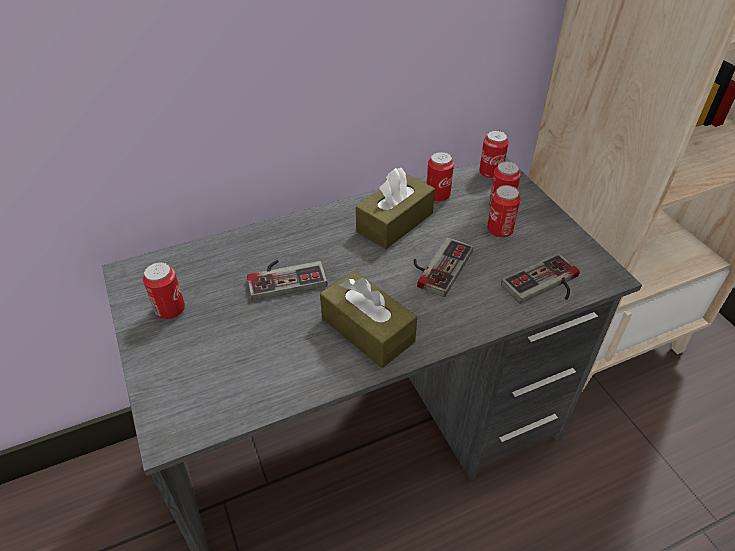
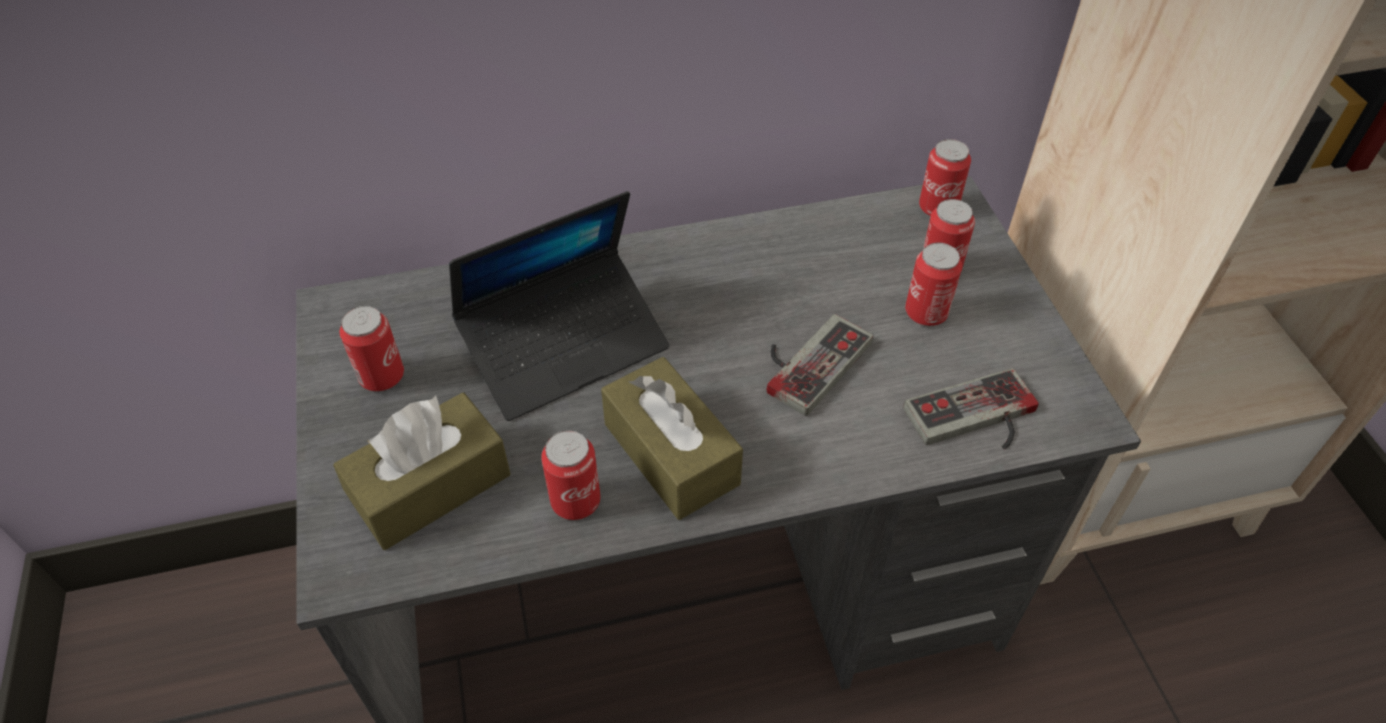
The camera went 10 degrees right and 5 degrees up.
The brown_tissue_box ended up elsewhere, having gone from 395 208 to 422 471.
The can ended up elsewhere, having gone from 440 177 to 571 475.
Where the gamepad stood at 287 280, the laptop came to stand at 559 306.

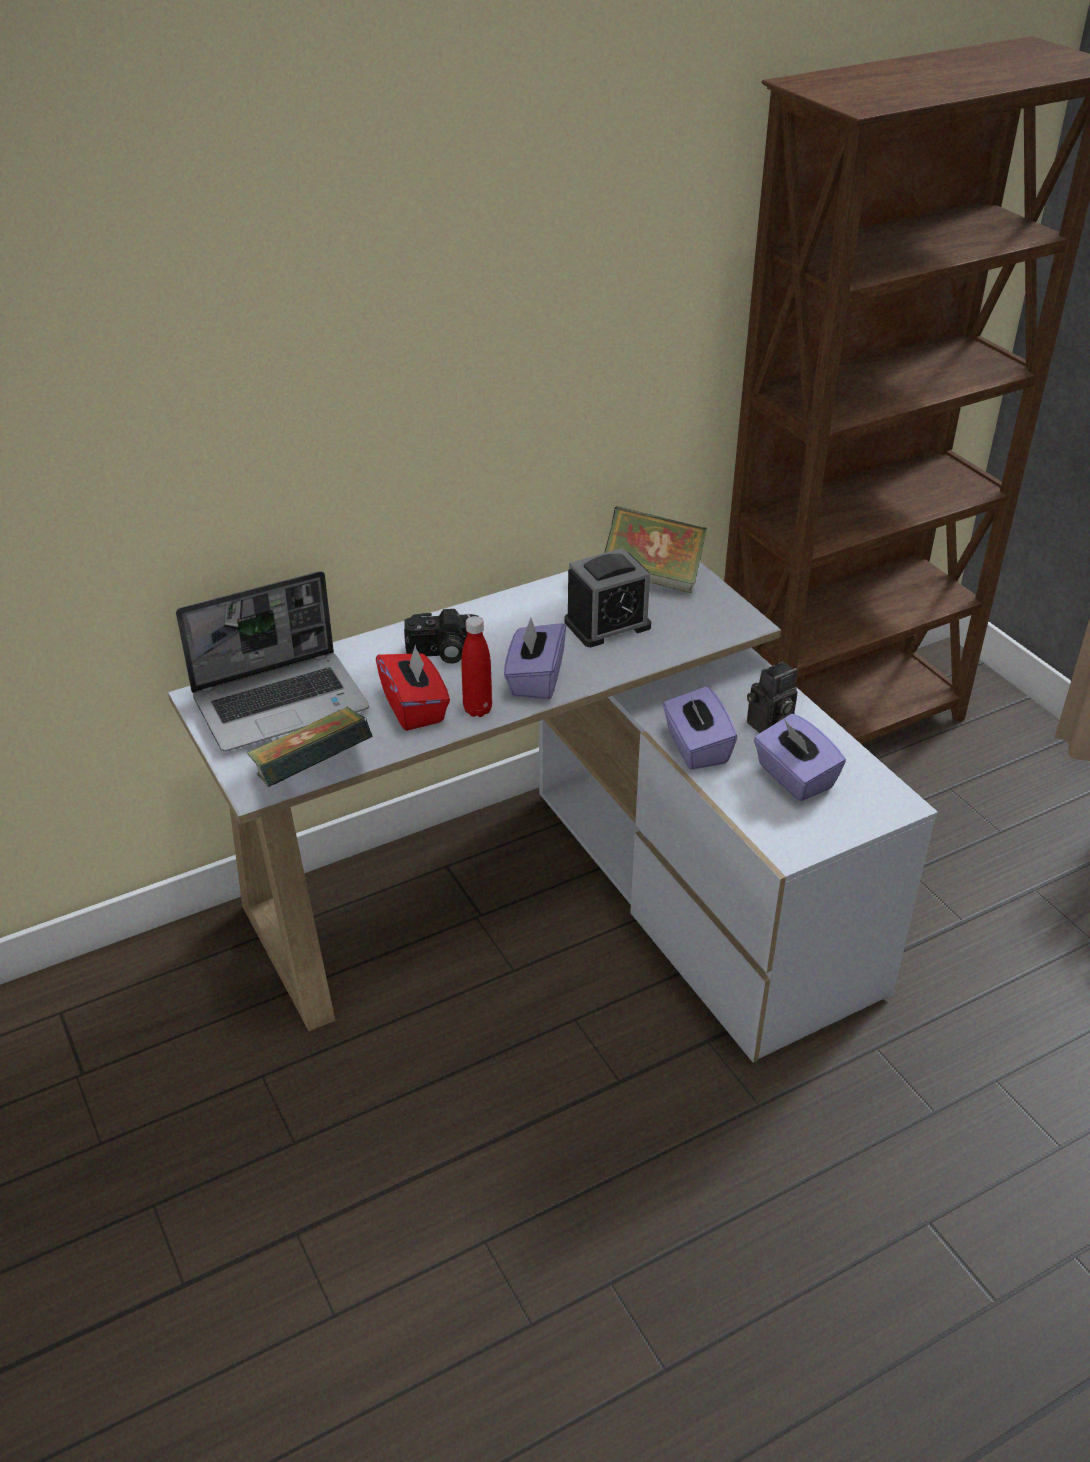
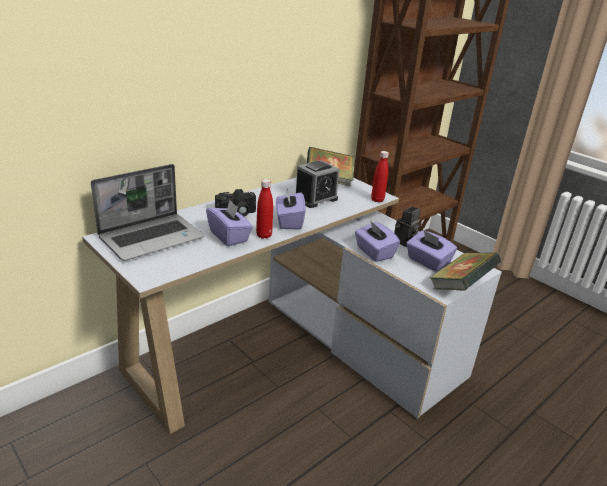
The camera went 15 degrees left and 10 degrees down.
The second view gained the red_beverage_bottle at 380 177.
The volume ended up elsewhere, having gone from 310 747 to 465 272.
What was the red_tissue_box at 413 687 turned into the purplish_tissue_box at 229 223.

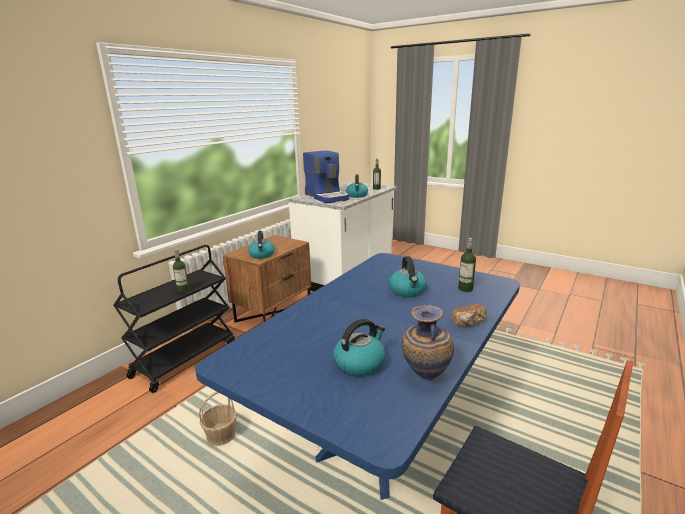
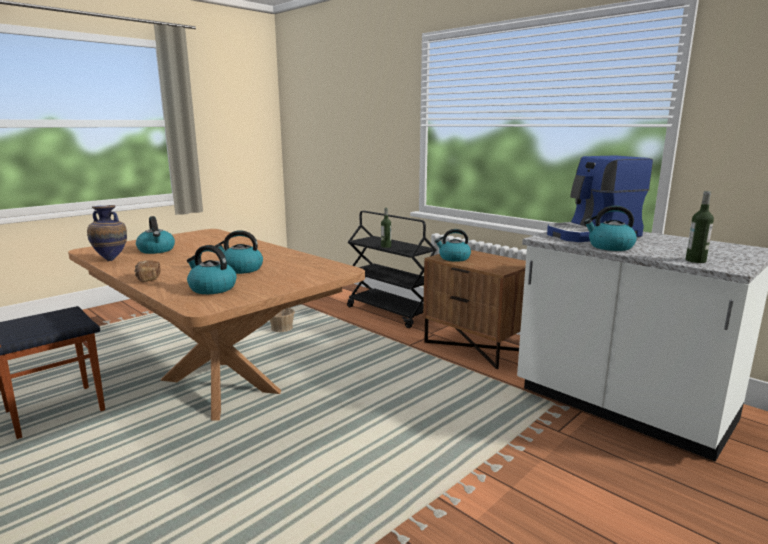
The camera went 100 degrees right and 5 degrees down.
Where the beverage_bottle stood at 467 265, the tea_kettle came to stand at 212 269.
What was the bluish_kitchen_table at 357 376 turned into the brown_kitchen_table at 216 324.

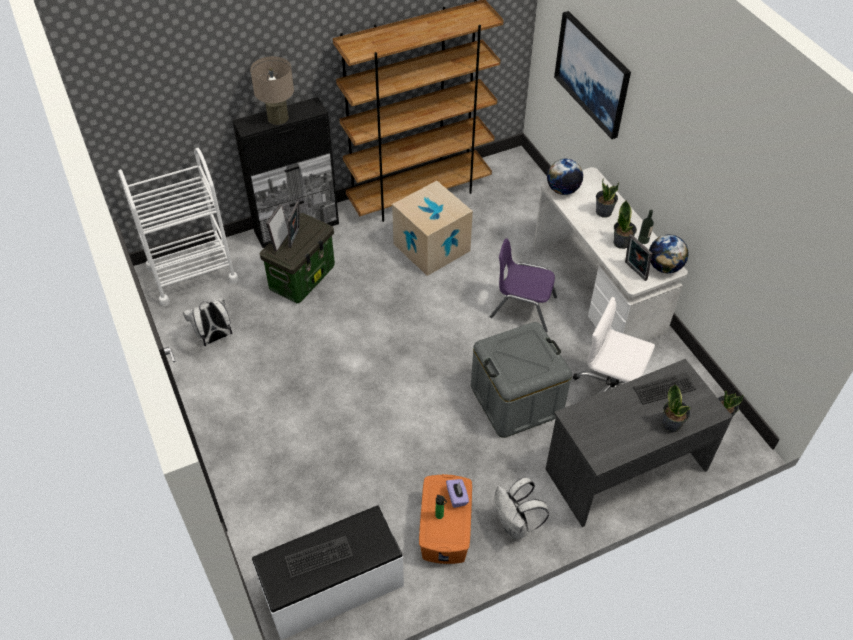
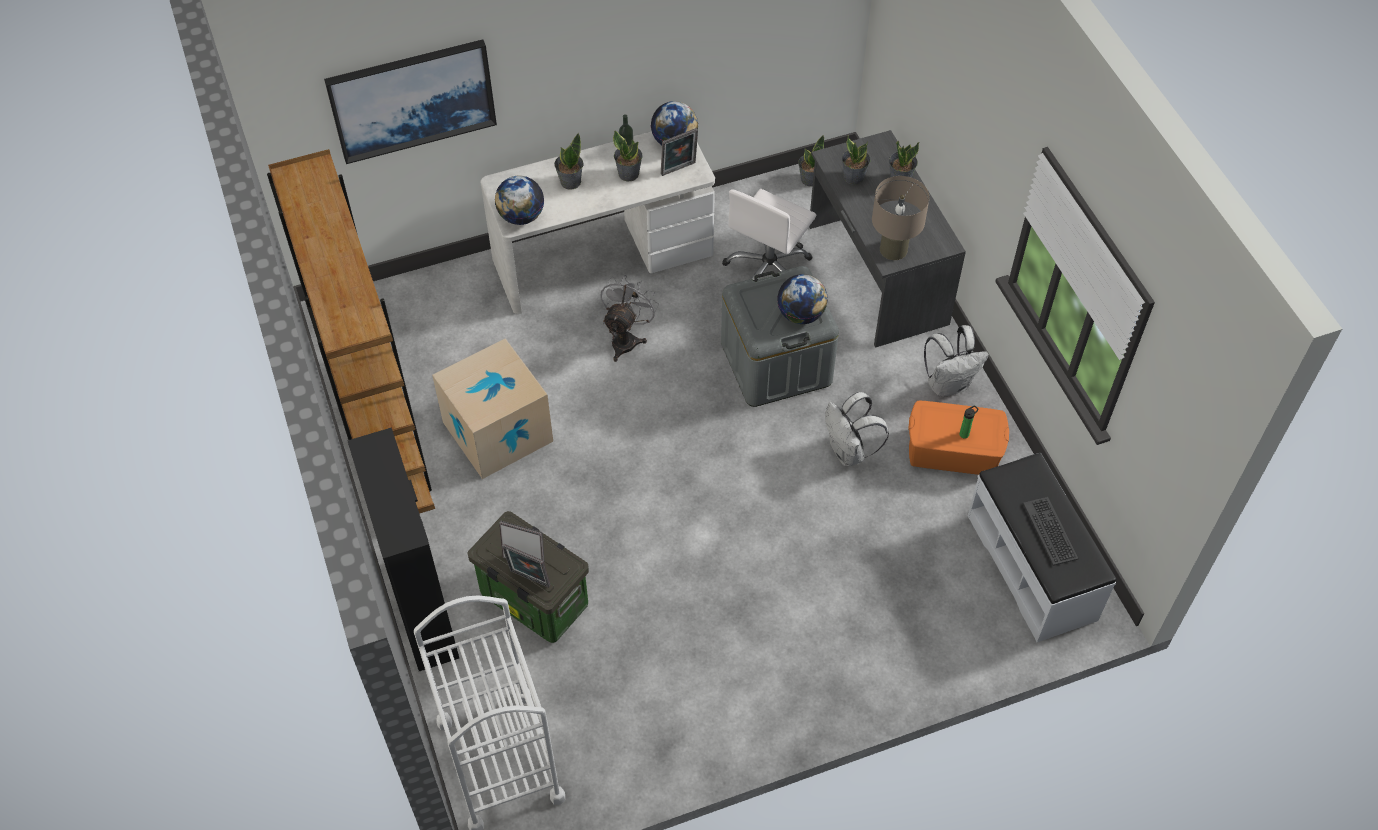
The camera went 85 degrees left and 5 degrees up.
The second view lost the purplish_tissue_box at 457 493.
The second view gained the world_globe at 802 299.
The whitish_backpack ended up elsewhere, having gone from 207 321 to 857 429.
The beige_table_lamp ended up elsewhere, having gone from 272 90 to 901 218.
Where the purplish_upright_chair stood at 523 285, the greyish_cooling_fan came to stand at 629 318.
Where the keyboard stood at 664 388, the plant_in_a_pot came to stand at 856 160.

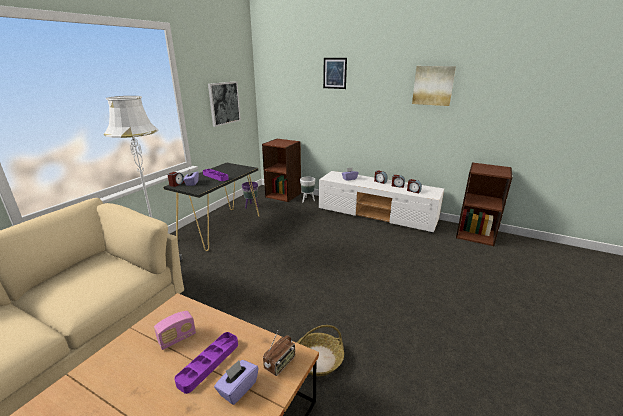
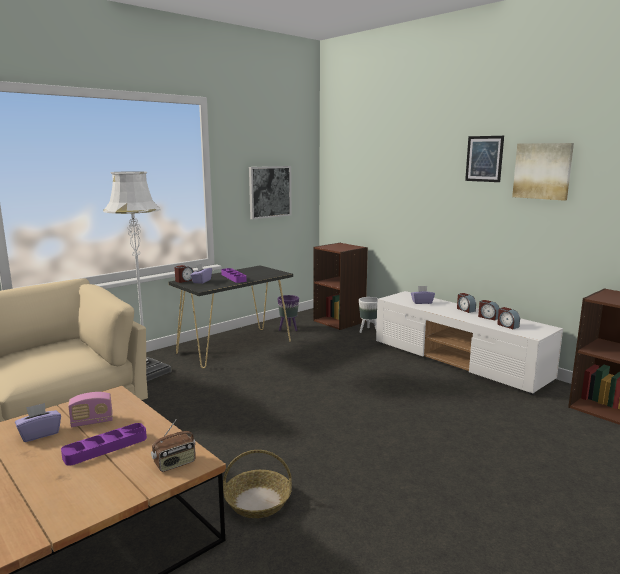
The camera went 20 degrees right and 10 degrees down.
The purplish_tissue_box ended up elsewhere, having gone from 236 382 to 38 422.
The wall_art ended up elsewhere, having gone from 335 73 to 484 159.

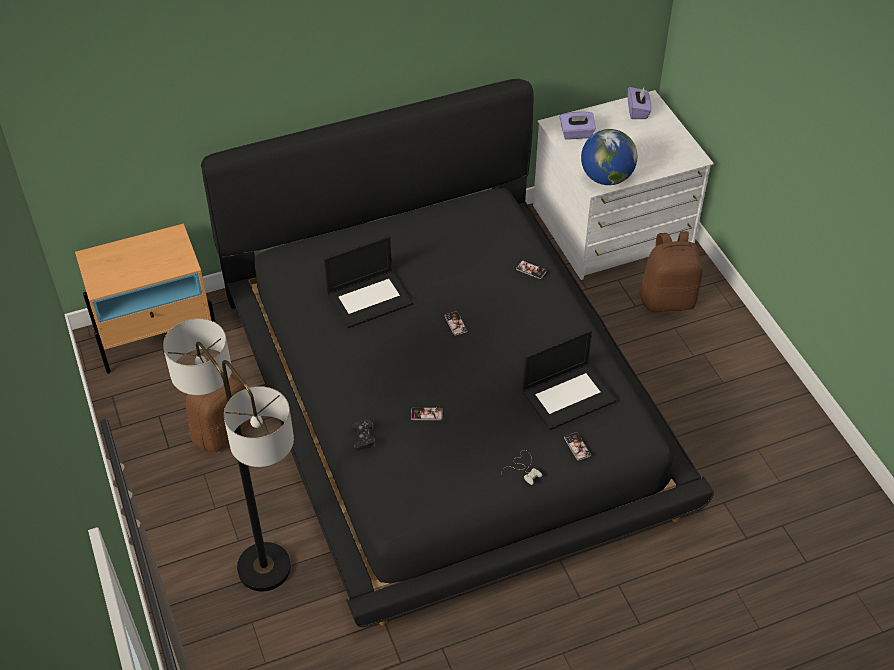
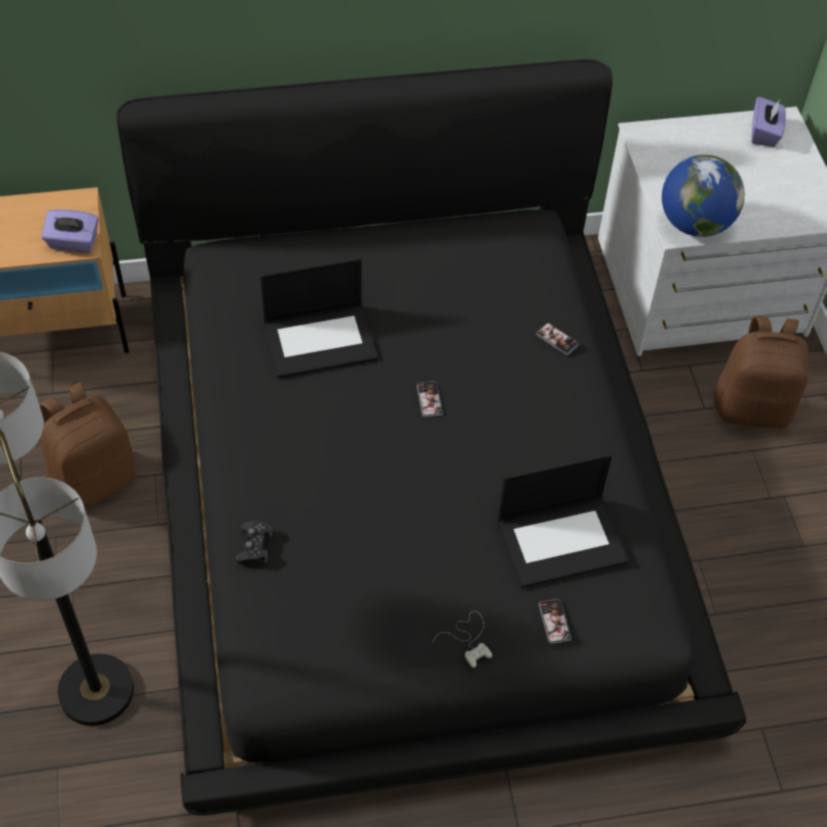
The camera went 10 degrees right and 5 degrees up.
The second view lost the telephone at 427 414.
The purplish_tissue_box ended up elsewhere, having gone from 578 126 to 69 231.

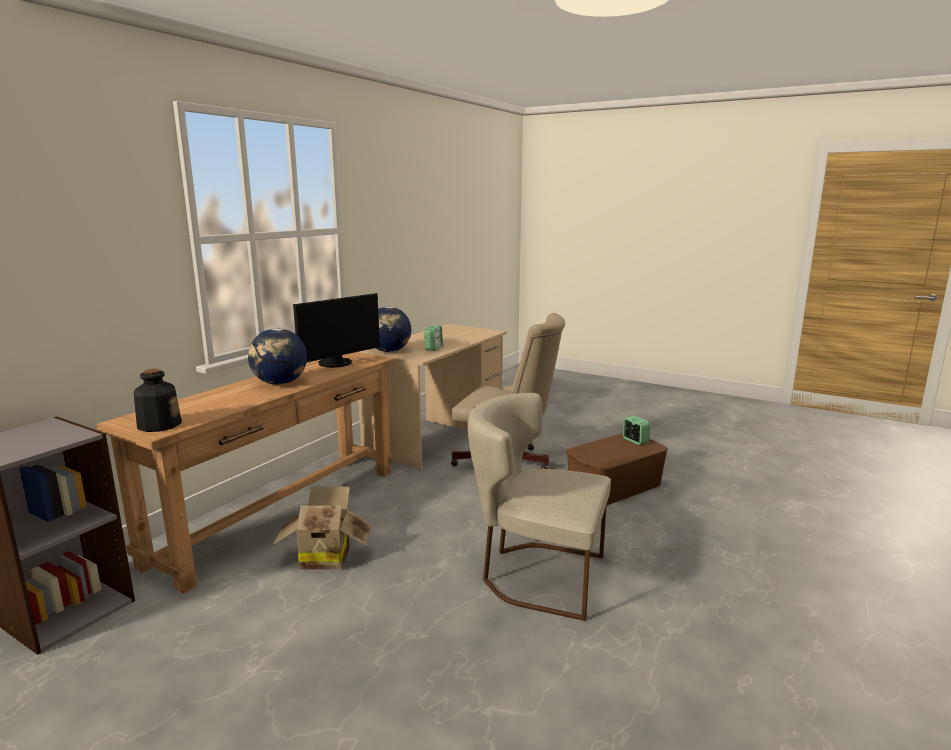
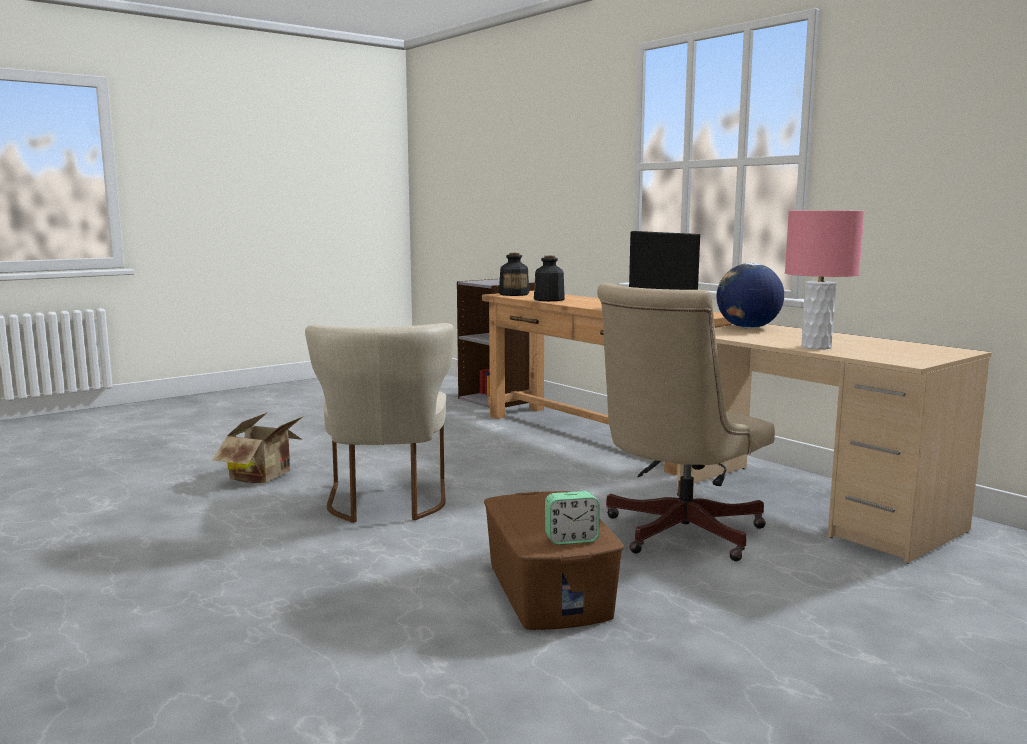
The camera went 110 degrees right and 5 degrees down.
The second view lost the world_globe at 277 356.
The second view lost the alarm_clock at 433 338.
The second view gained the beverage_bottle at 549 278.
The second view gained the pink_table_lamp at 824 280.
The carton ended up elsewhere, having gone from 322 528 to 258 447.
The beige_upright_chair at 539 507 ended up facing another way, 135 degrees clockwise from before.

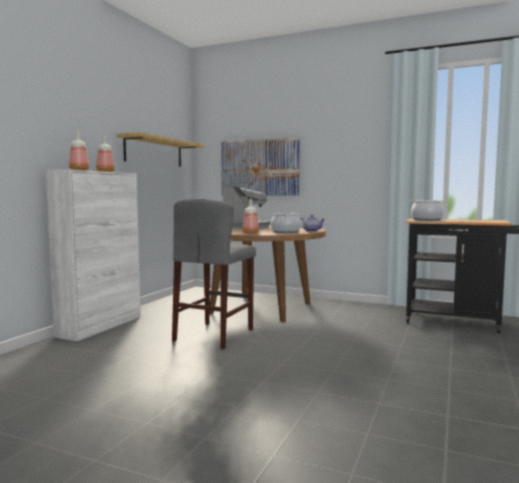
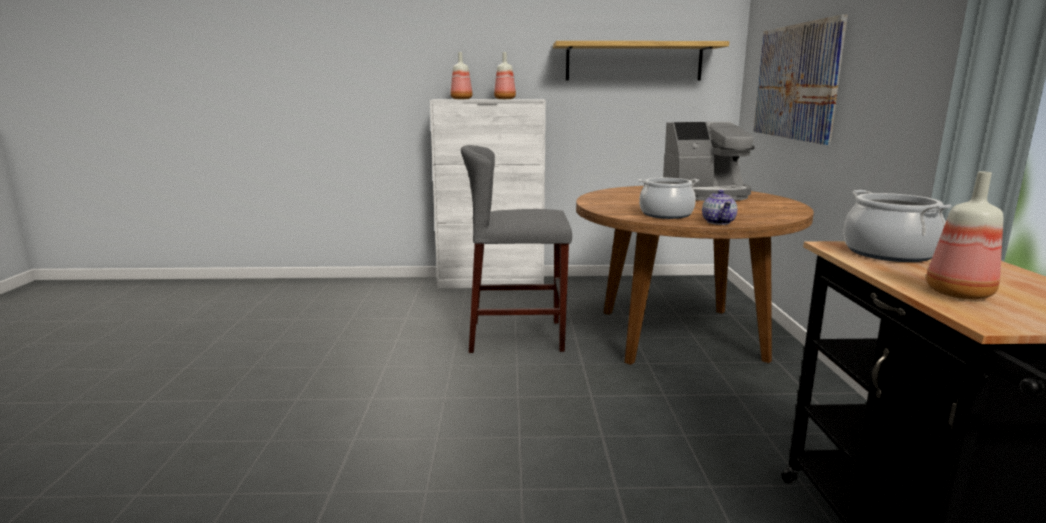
The camera went 65 degrees right and 10 degrees up.
The beverage_bottle ended up elsewhere, having gone from 250 216 to 964 235.

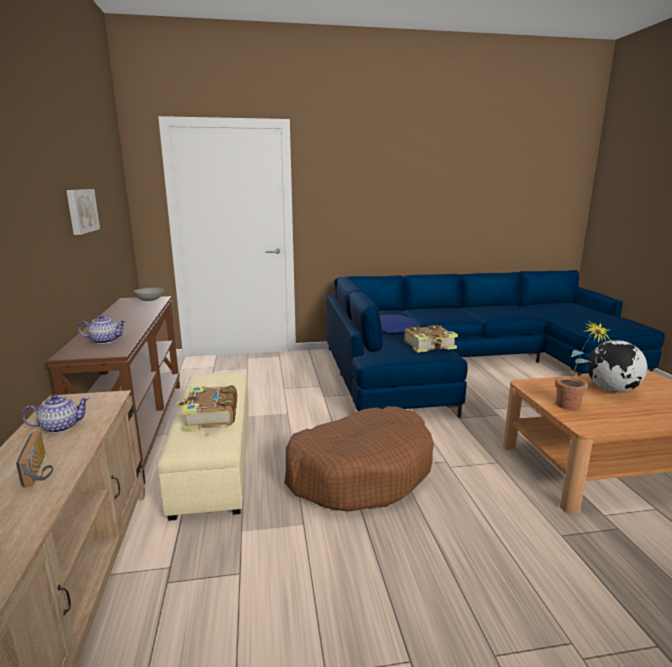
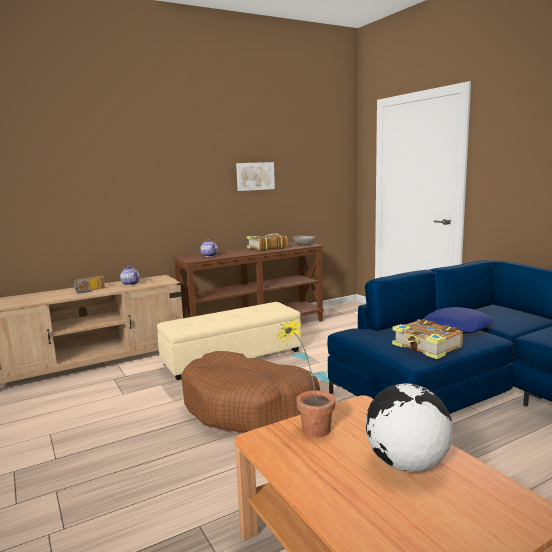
The camera went 70 degrees right and 5 degrees down.
The volume ended up elsewhere, having gone from 206 407 to 267 242.

